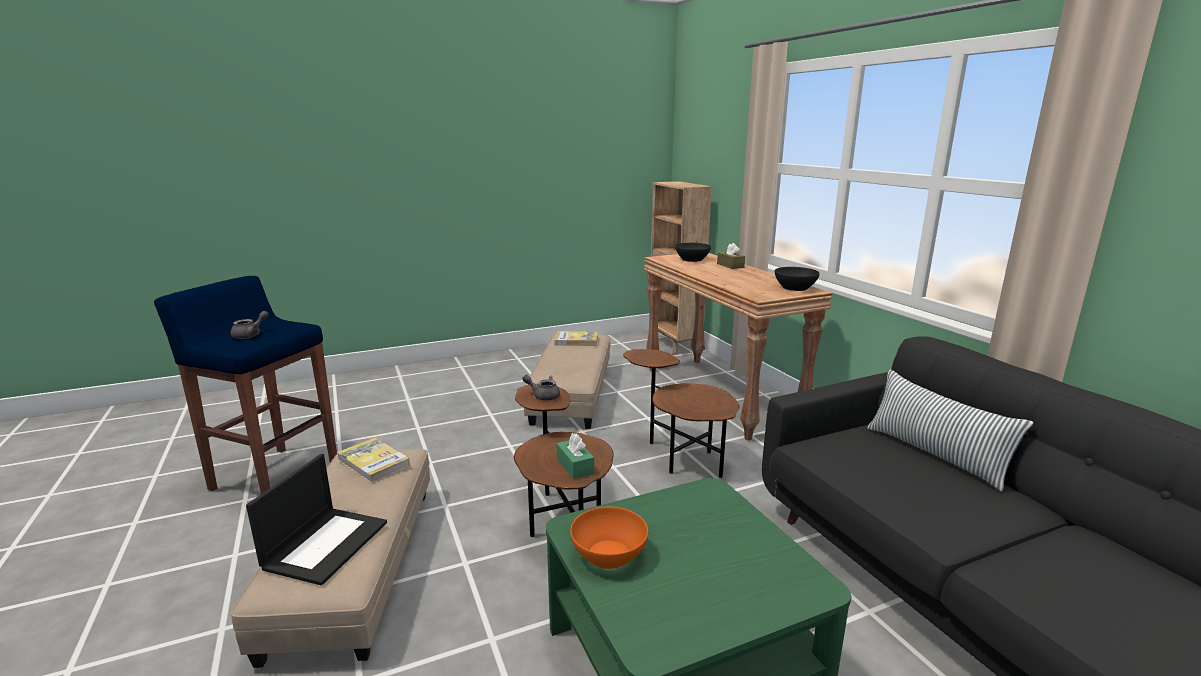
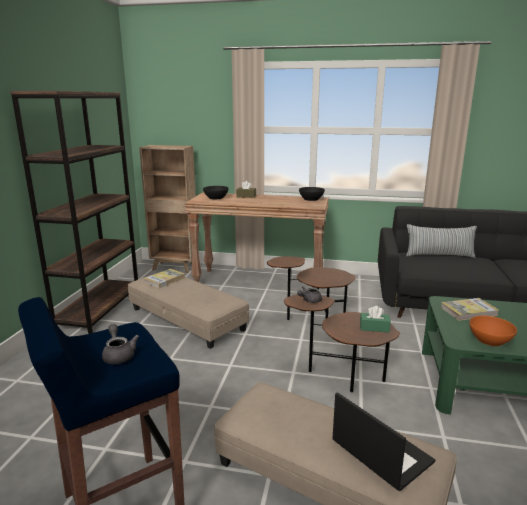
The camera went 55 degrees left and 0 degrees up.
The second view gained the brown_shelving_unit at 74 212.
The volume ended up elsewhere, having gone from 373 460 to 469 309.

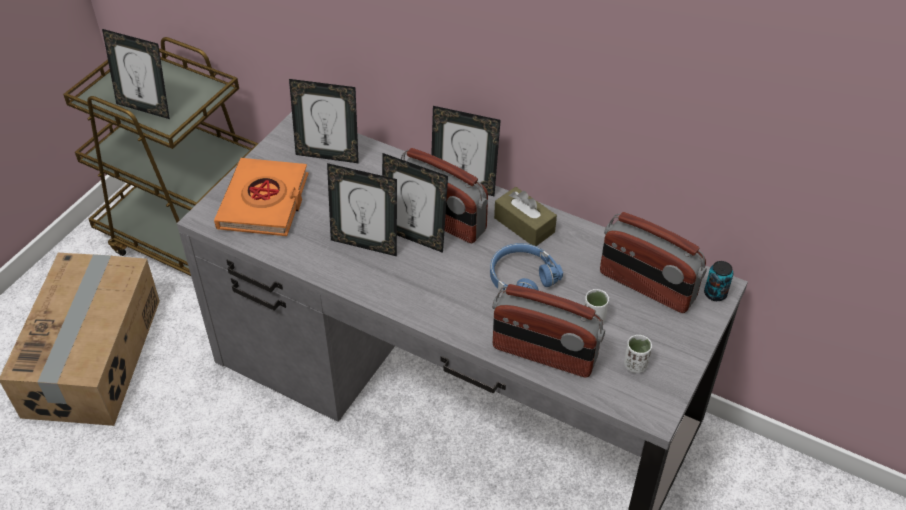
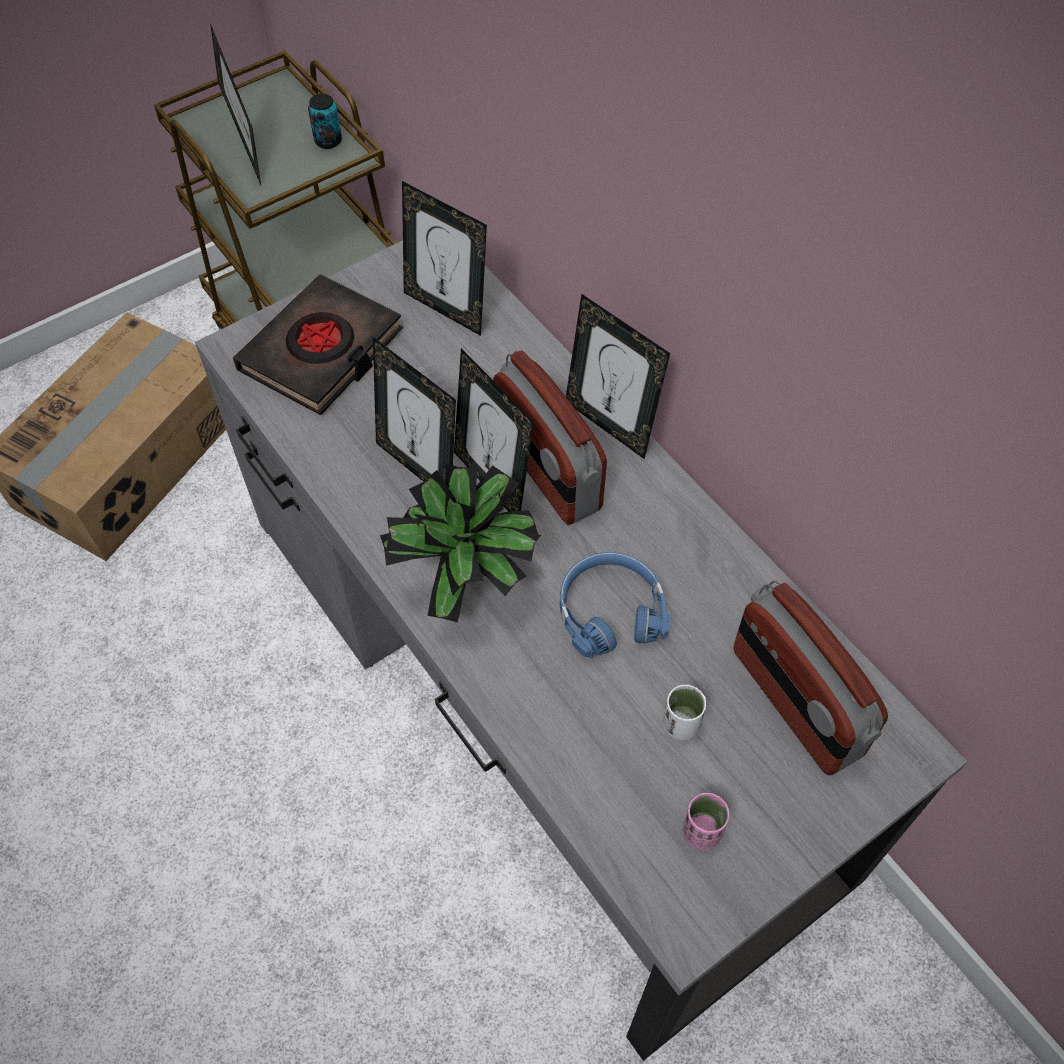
The camera went 25 degrees right and 10 degrees up.
The second view lost the radio_set at 548 331.
The second view lost the brown_tissue_box at 525 216.
The second view gained the plant_in_a_pot at 460 543.
The can ended up elsewhere, having gone from 718 281 to 325 121.
What was the orangey_volume at 261 197 turned into the blackish_volume at 318 344.
What was the whitish_small_cup at 638 354 turned into the pink_small_cup at 706 821.
The picture_frame at 136 74 ended up facing another way, 150 degrees counterclockwise from before.

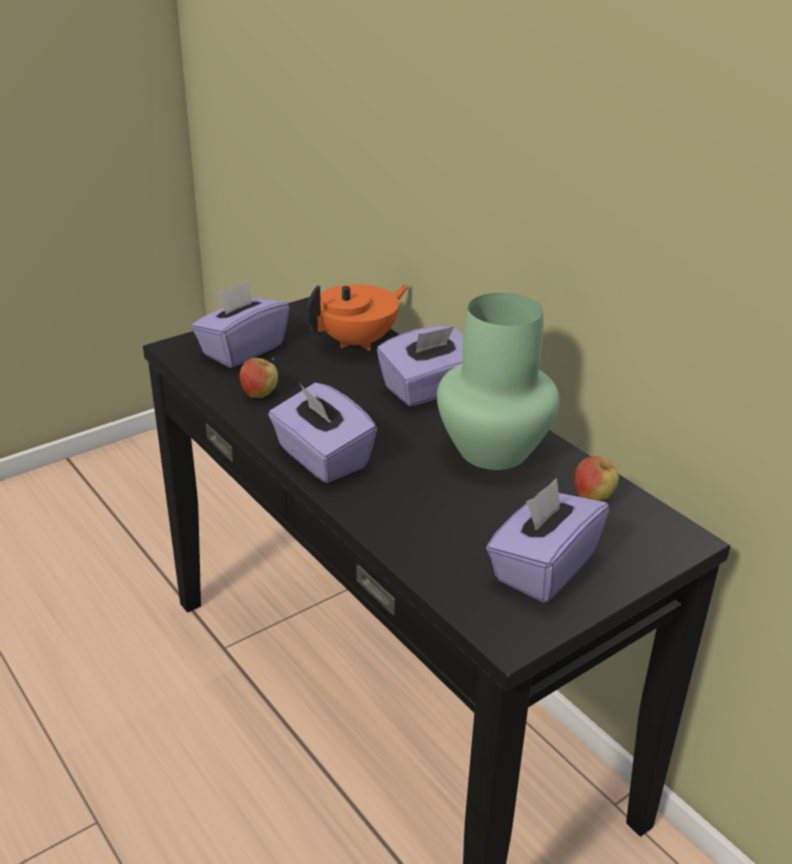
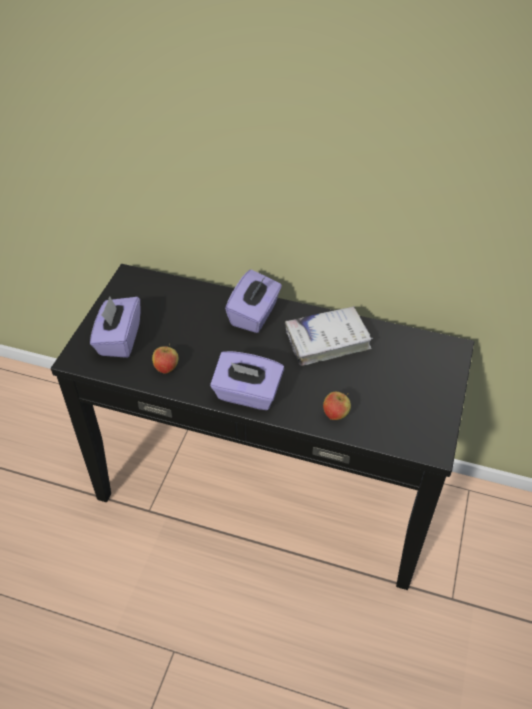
The camera went 35 degrees left and 15 degrees up.
The second view lost the orangey_teapot at 357 317.
The second view lost the purplish_tissue_box at 548 540.
The apple_fruit ended up elsewhere, having gone from 596 478 to 337 406.
Where the green-coloured_vase stood at 498 381, the whitish_volume came to stand at 329 336.

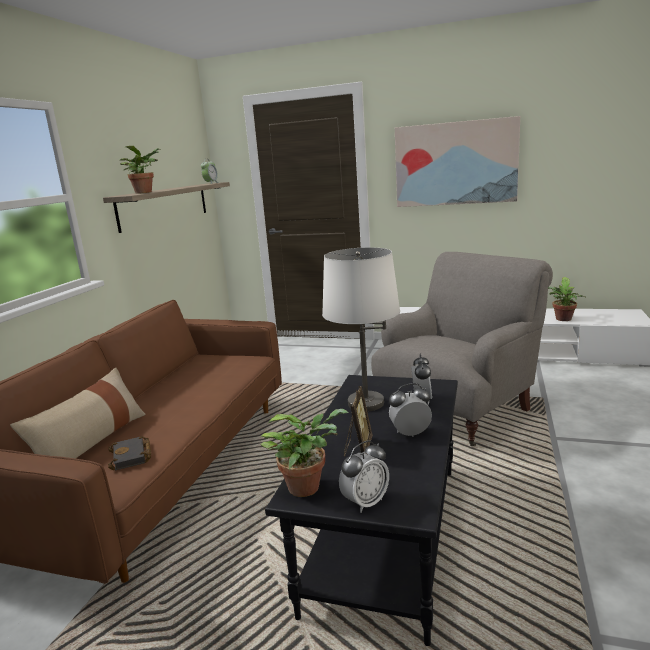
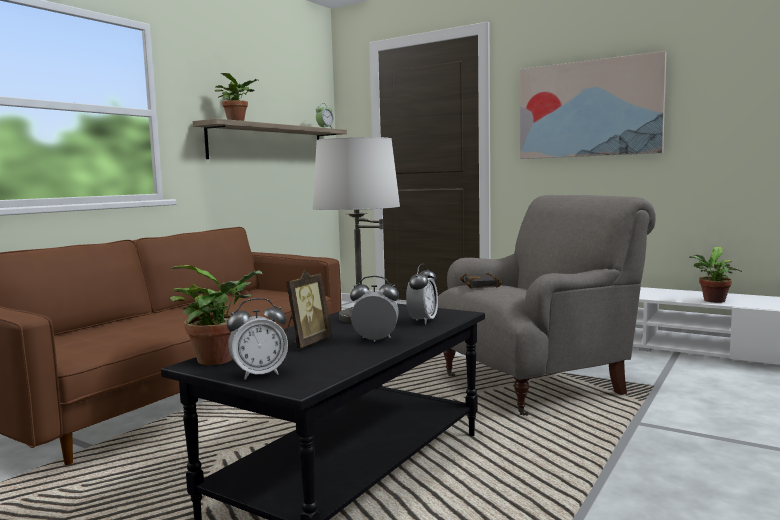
The camera went 15 degrees right and 10 degrees down.
The second view lost the beige_cushion at 78 413.
The blackish_volume ended up elsewhere, having gone from 129 453 to 481 280.

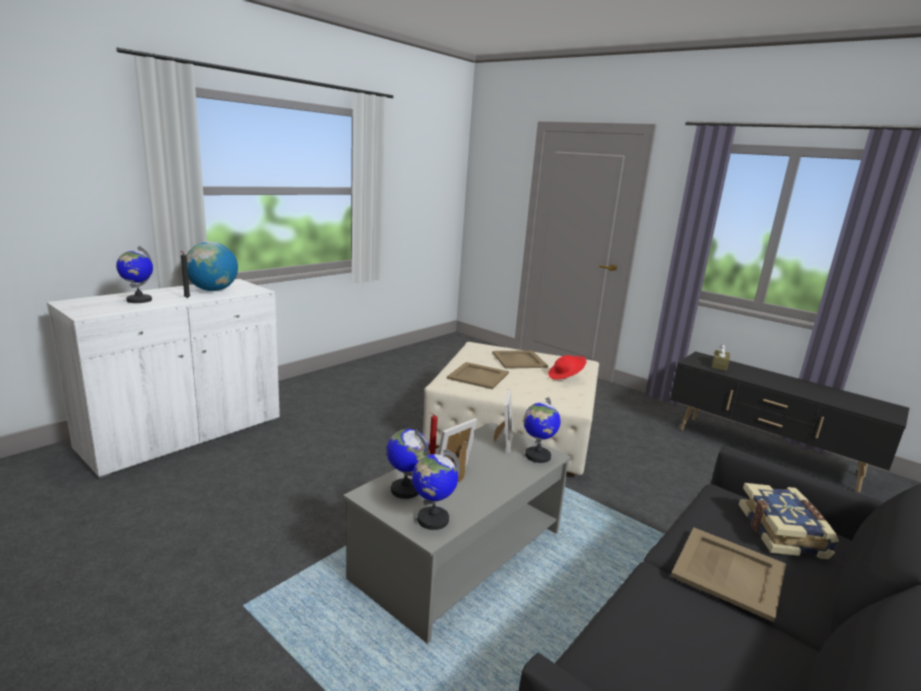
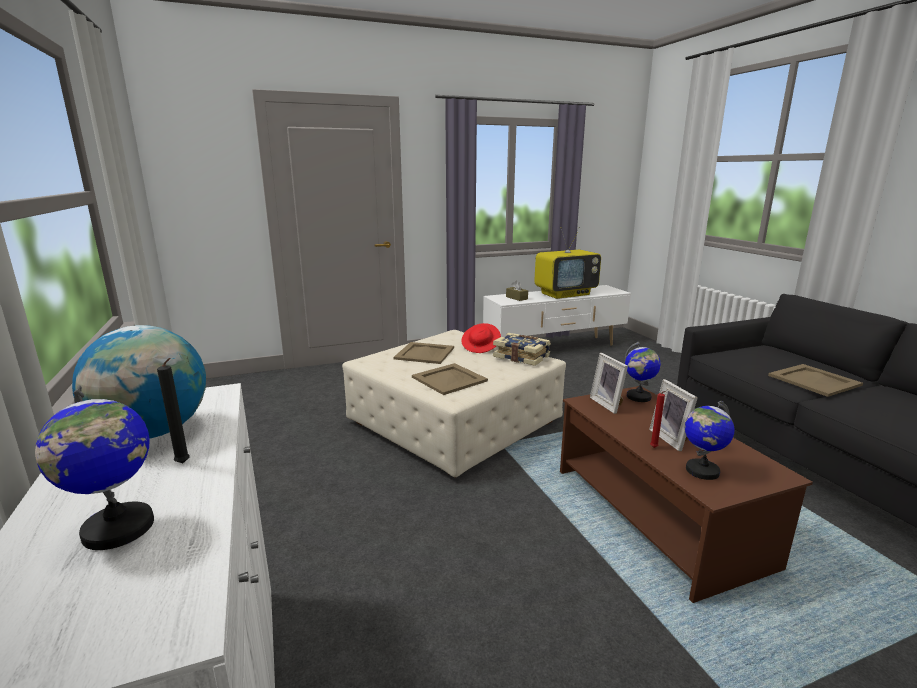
The camera went 60 degrees left and 0 degrees up.
The second view lost the world_globe at 436 489.
The second view gained the TV_set at 567 263.
The volume ended up elsewhere, having gone from 789 521 to 522 349.
What was the greyish_coffee_table at 457 533 turned into the brown_coffee_table at 686 494.
What was the blackish_tv_unit at 789 422 turned into the whitish_tv_unit at 557 315.
The picture_frame at 503 421 ended up facing another way, 150 degrees counterclockwise from before.

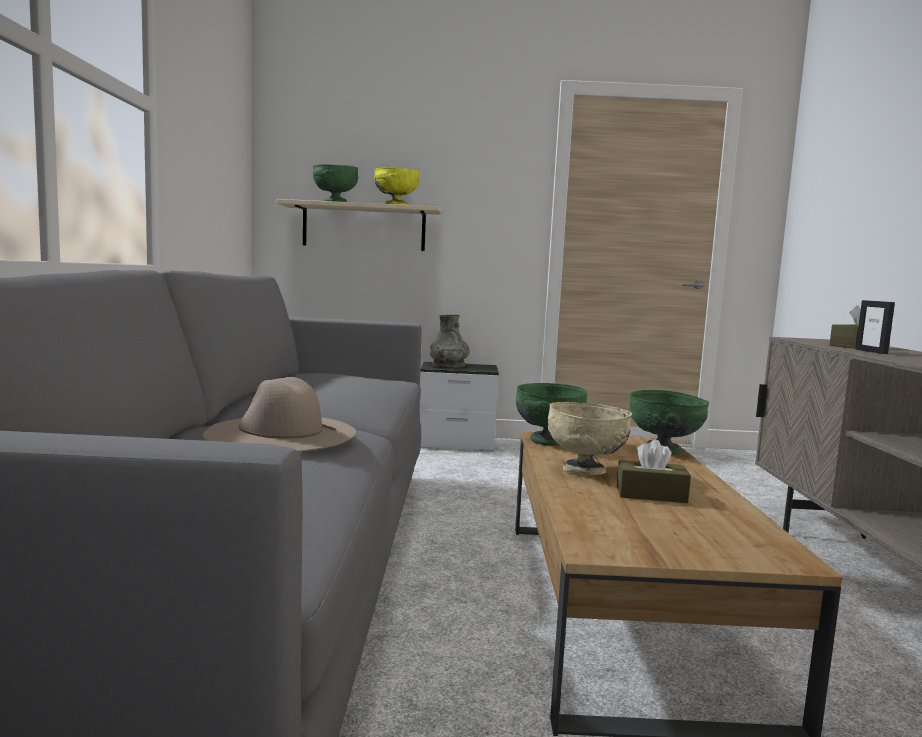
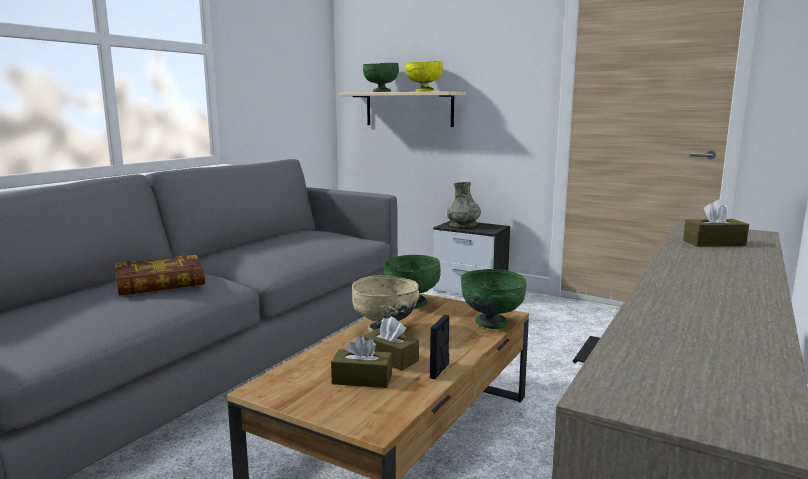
The camera went 30 degrees right and 5 degrees up.
The second view gained the brown_tissue_box at 361 361.
The picture_frame ended up elsewhere, having gone from 875 327 to 439 347.
Where the beige_wearable_hat stood at 279 414, the volume came to stand at 160 275.

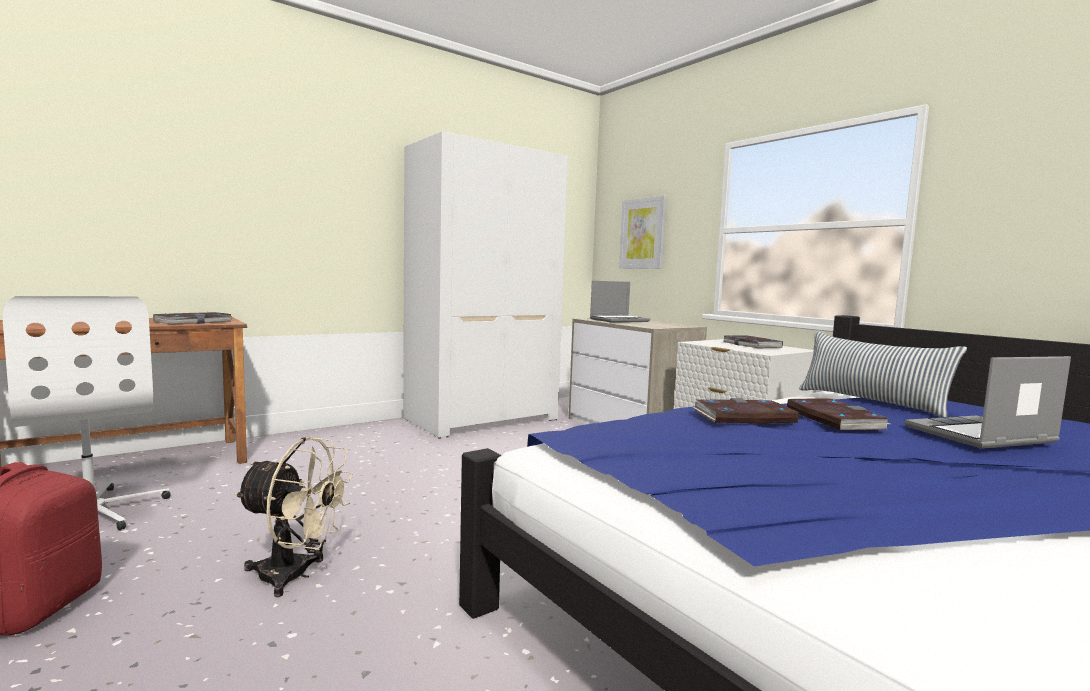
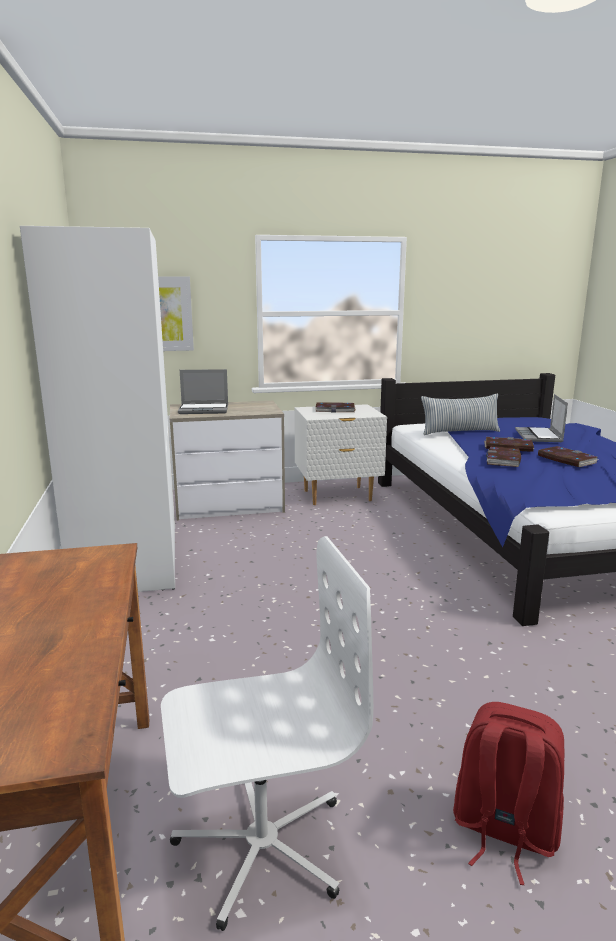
The camera went 65 degrees left and 10 degrees up.
The second view lost the beige_cooling_fan at 293 517.
The volume ended up elsewhere, having gone from 192 318 to 568 456.
The laptop at 620 302 ended up facing another way, 90 degrees clockwise from before.

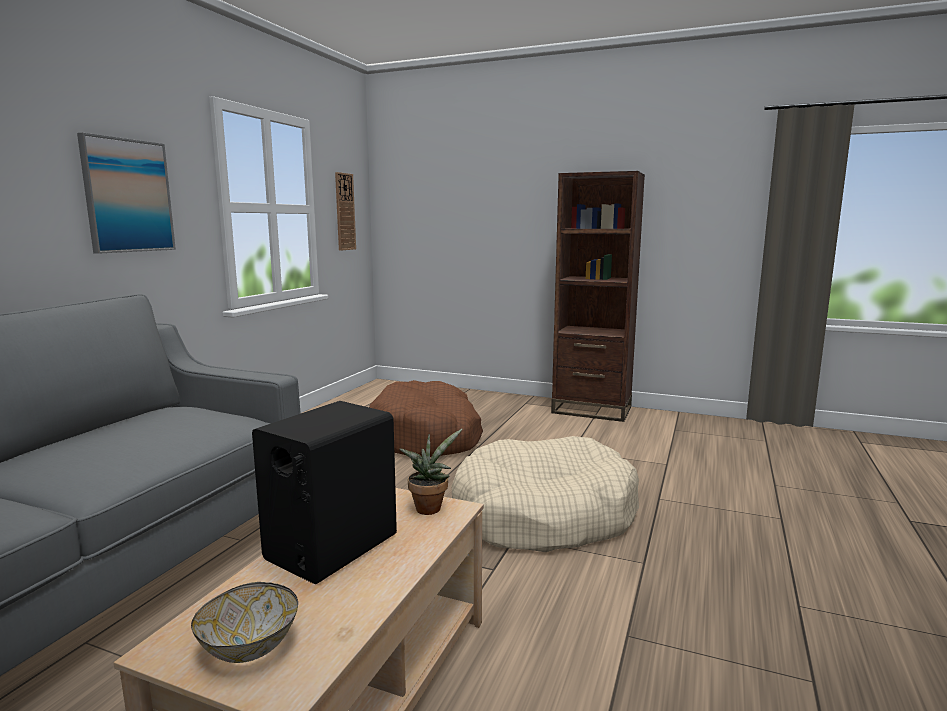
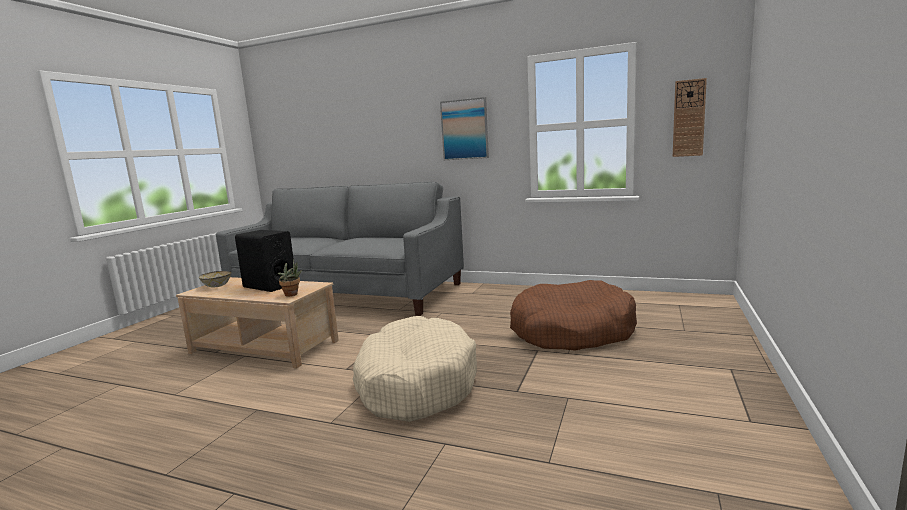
The camera went 90 degrees right and 0 degrees up.
The second view lost the brown_shelving_unit at 598 296.

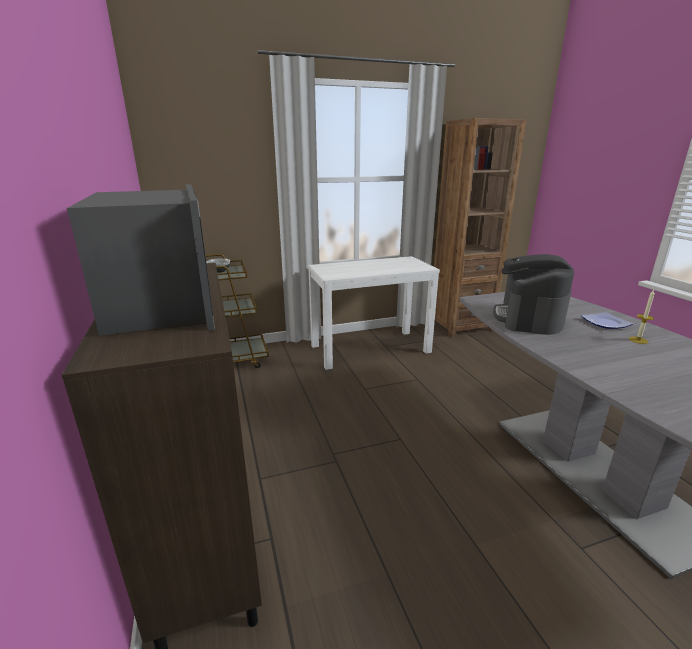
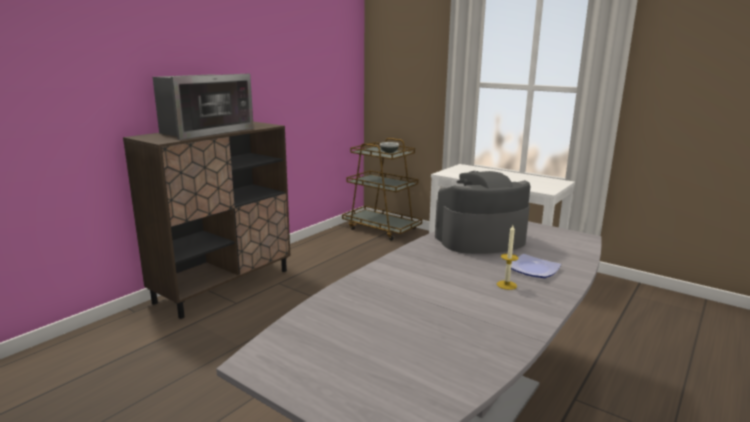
The camera went 55 degrees right and 5 degrees down.
The second view lost the brown_shelving_unit at 480 227.

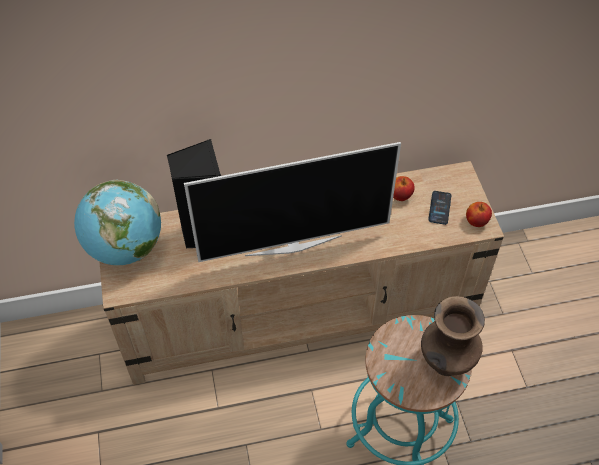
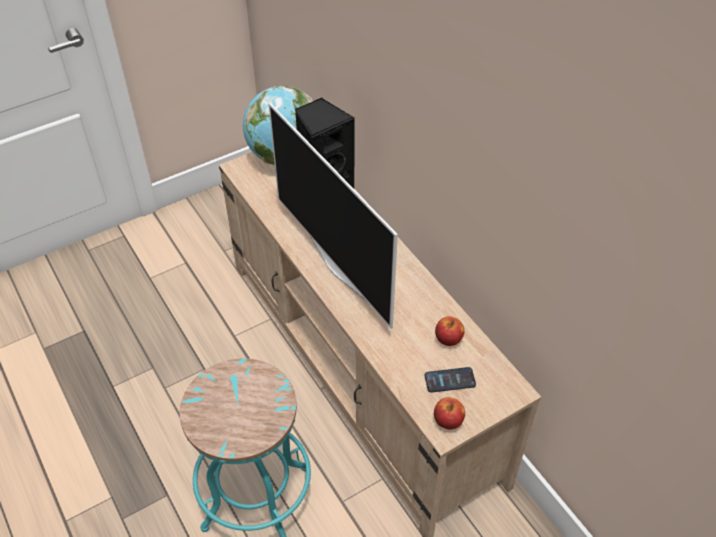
The camera went 70 degrees right and 5 degrees down.
The second view lost the brown_vase at 453 336.

